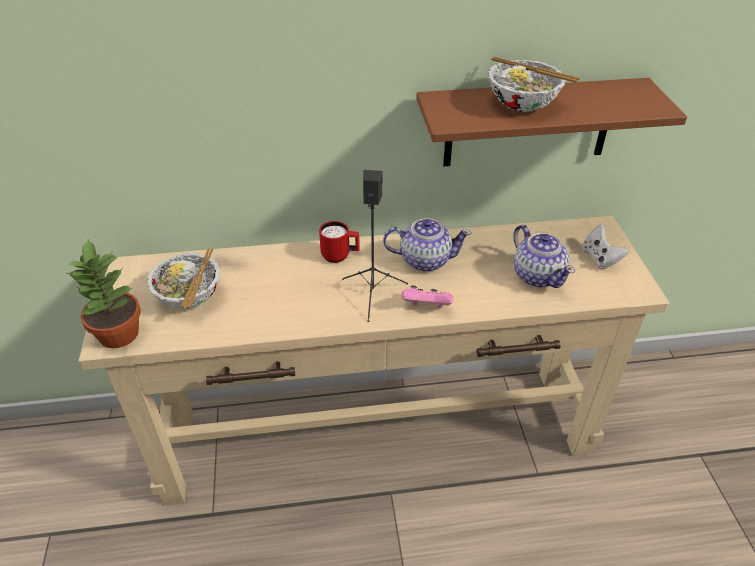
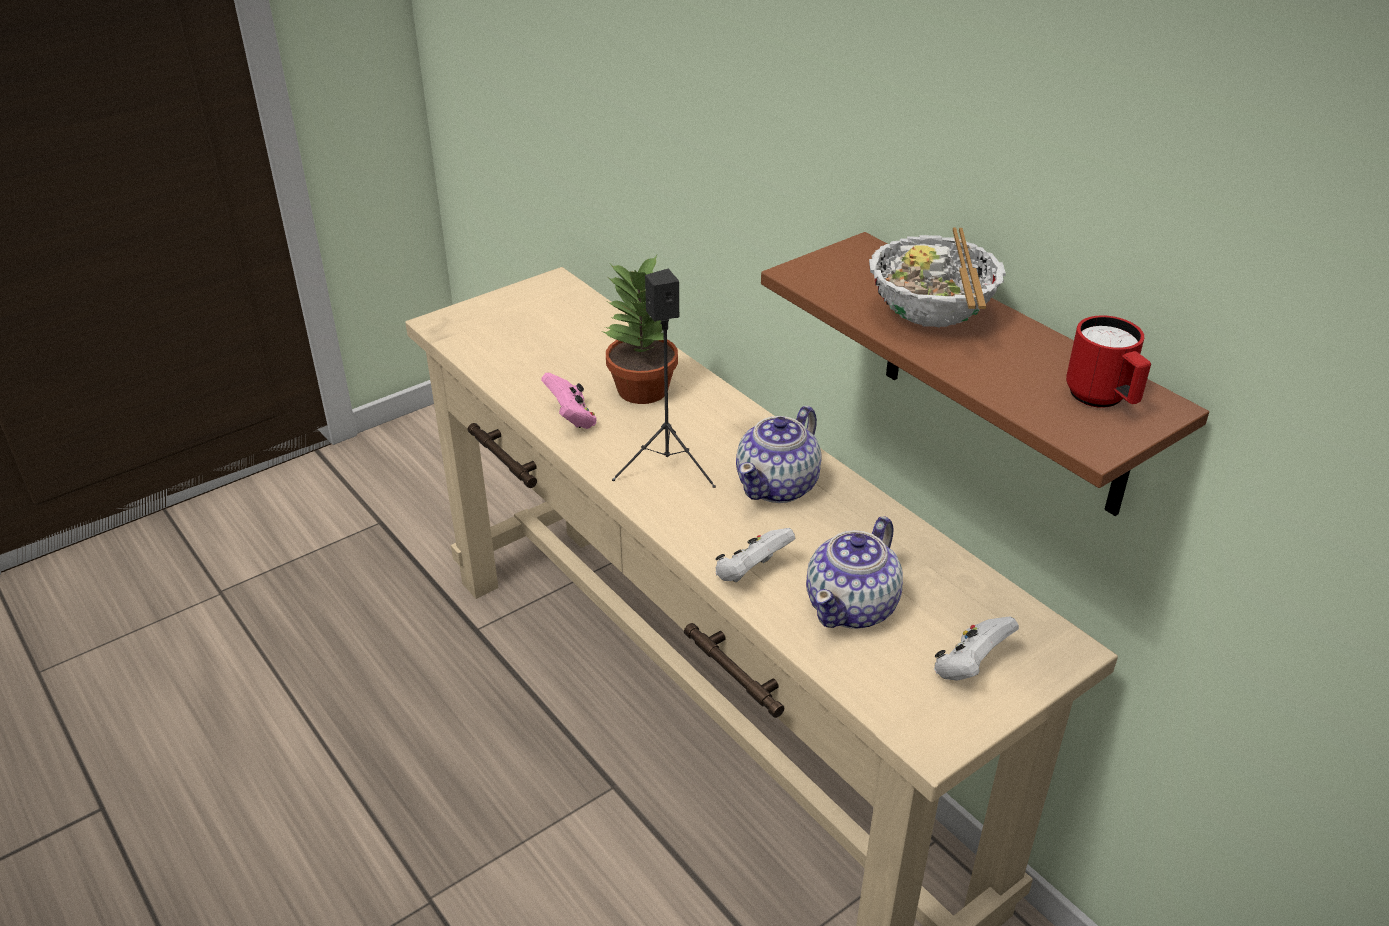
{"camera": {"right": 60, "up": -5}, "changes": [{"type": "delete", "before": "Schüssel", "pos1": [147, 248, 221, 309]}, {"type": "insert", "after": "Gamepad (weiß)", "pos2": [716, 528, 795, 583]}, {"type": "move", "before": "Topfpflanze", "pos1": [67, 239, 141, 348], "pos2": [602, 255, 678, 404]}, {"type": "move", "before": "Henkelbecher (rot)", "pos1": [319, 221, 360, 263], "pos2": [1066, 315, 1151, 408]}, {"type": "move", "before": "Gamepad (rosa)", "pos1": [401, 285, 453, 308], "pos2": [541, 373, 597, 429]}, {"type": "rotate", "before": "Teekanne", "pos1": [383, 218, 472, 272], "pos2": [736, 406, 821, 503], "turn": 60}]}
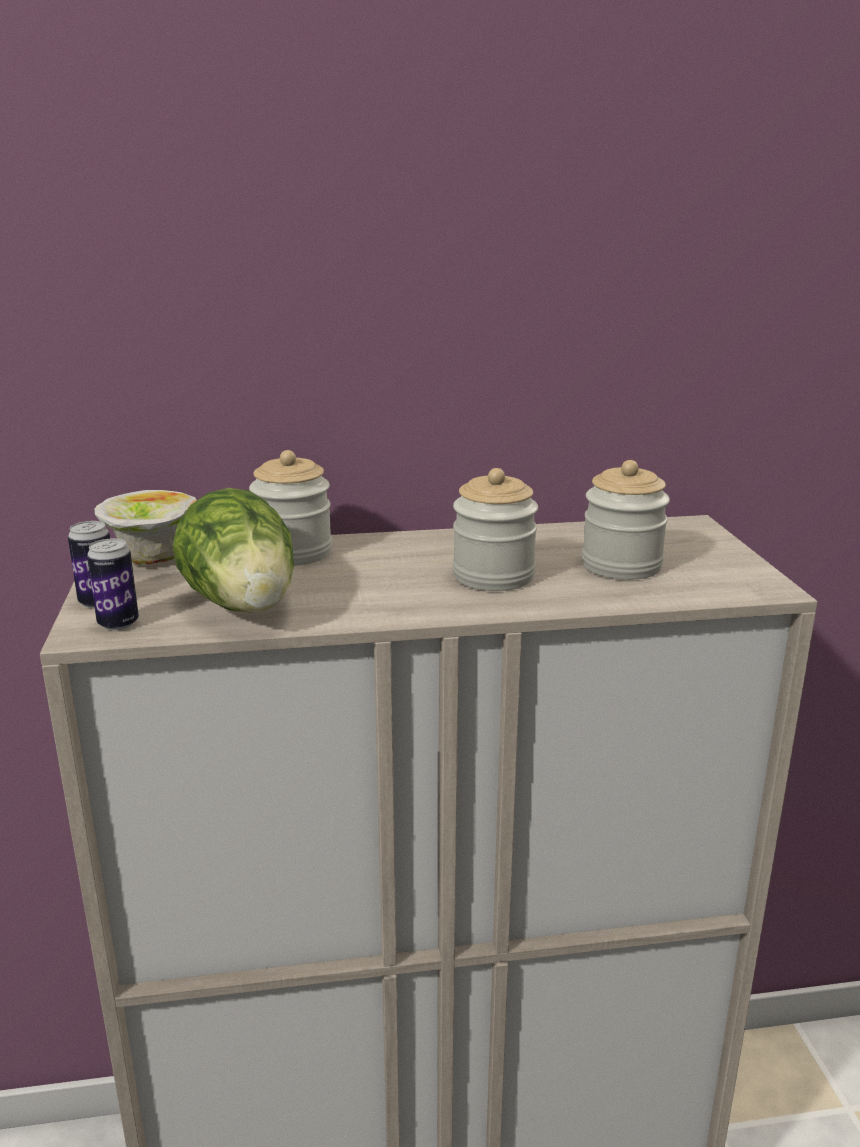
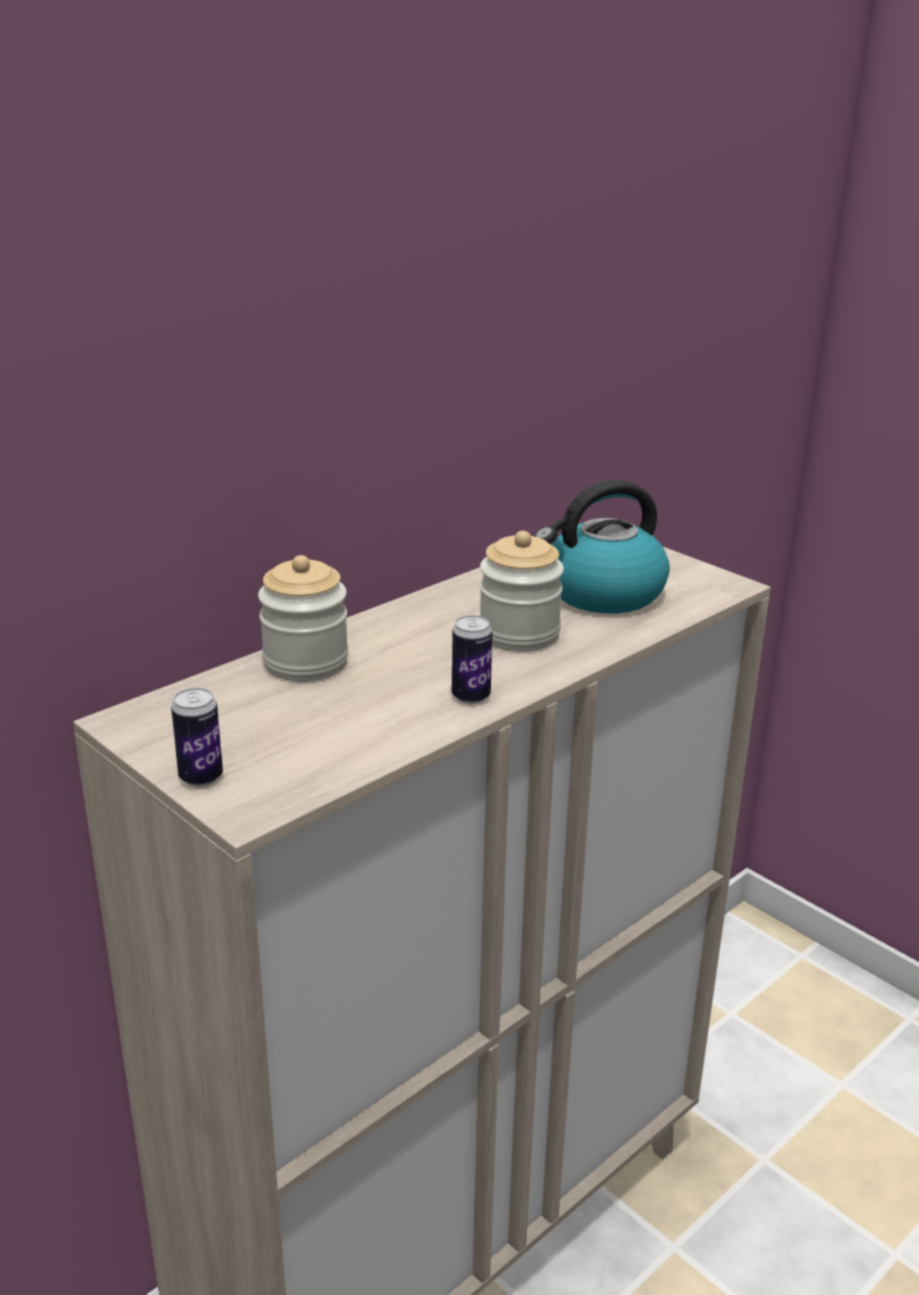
{"camera": {"right": -35, "up": 5}, "changes": [{"type": "delete", "before": "Schüssel", "pos1": [95, 490, 197, 565]}, {"type": "delete", "before": "Salatkopf", "pos1": [172, 488, 294, 612]}, {"type": "move", "before": "Dose", "pos1": [87, 539, 139, 631], "pos2": [452, 615, 492, 704]}, {"type": "replace", "before": "Vorratsglas", "after": "Wasserkessel", "pos1": [582, 460, 670, 580], "pos2": [534, 480, 670, 614]}]}
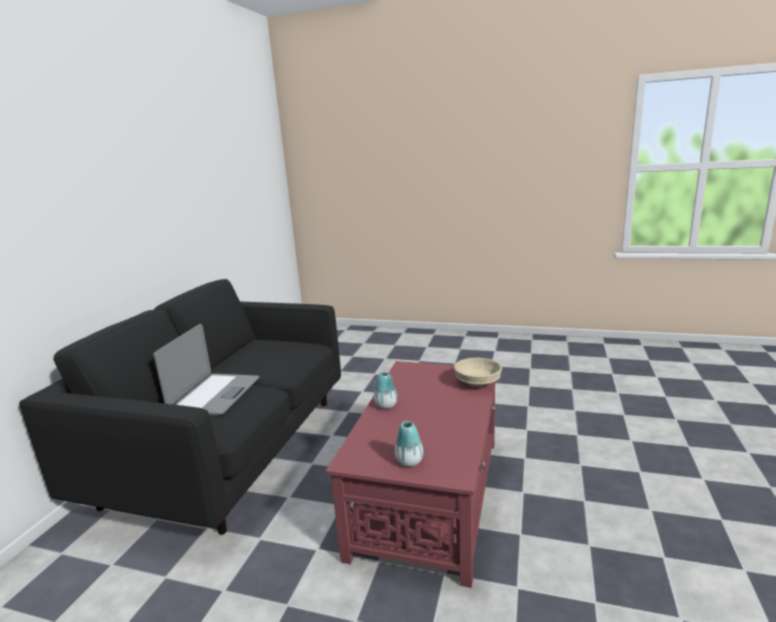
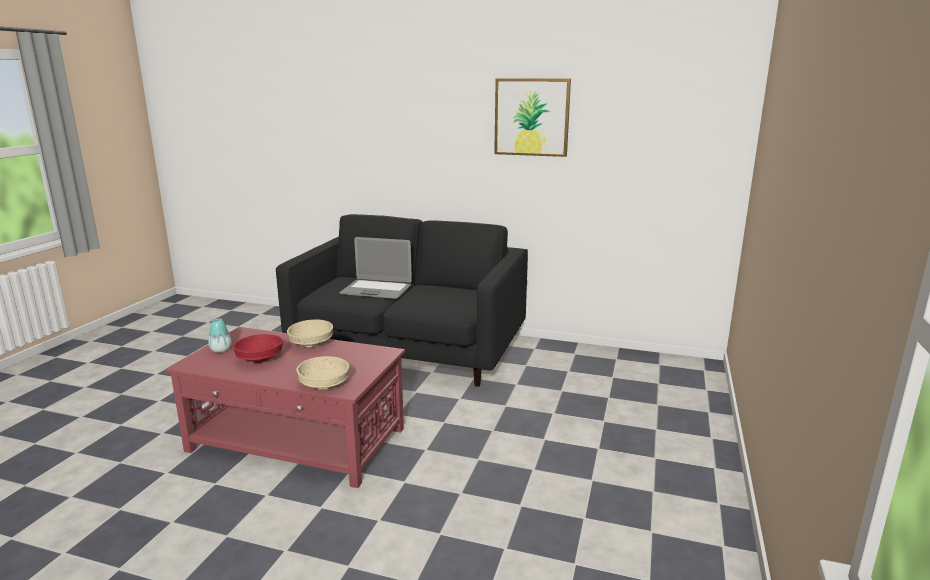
{"camera": {"right": 90, "up": 0}, "changes": [{"type": "insert", "after": "Schüssel (rot)", "pos2": [233, 334, 283, 363]}, {"type": "insert", "after": "Bild", "pos2": [494, 79, 571, 157]}, {"type": "replace", "before": "Vase", "after": "Schüssel (beige)", "pos1": [374, 372, 397, 409], "pos2": [287, 320, 333, 347]}]}
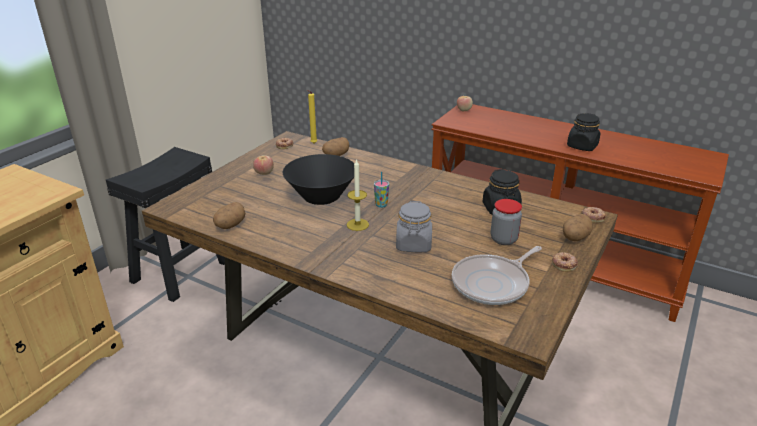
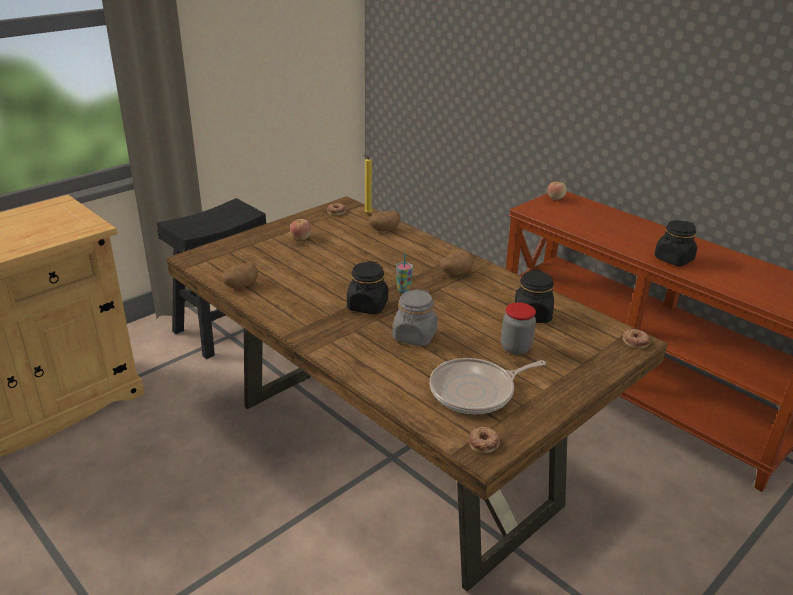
{"camera": {"right": 15, "up": 0}, "changes": [{"type": "delete", "before": "Schüssel (schwarz)", "pos1": [283, 154, 354, 205]}, {"type": "move", "before": "Donut", "pos1": [552, 252, 578, 272], "pos2": [469, 427, 500, 453]}, {"type": "move", "before": "Kartoffel", "pos1": [563, 214, 593, 241], "pos2": [440, 252, 473, 276]}, {"type": "replace", "before": "Kerze", "after": "Vorratsglas (schwarz)", "pos1": [347, 159, 369, 231], "pos2": [347, 261, 388, 314]}]}
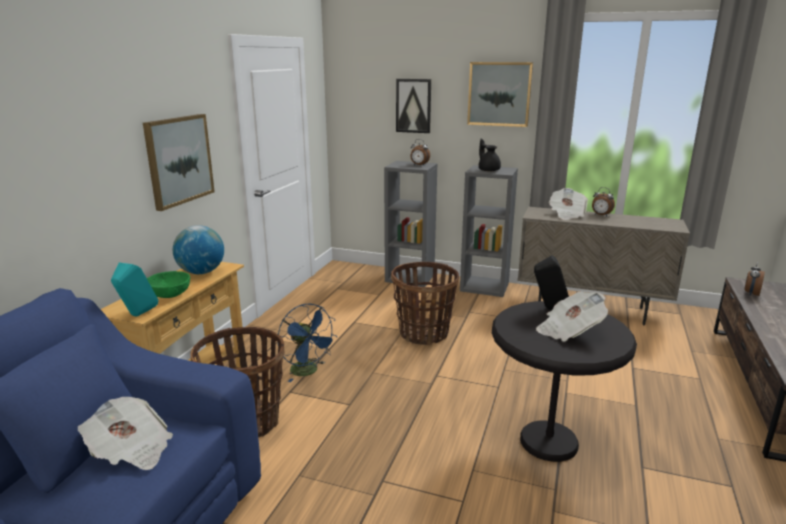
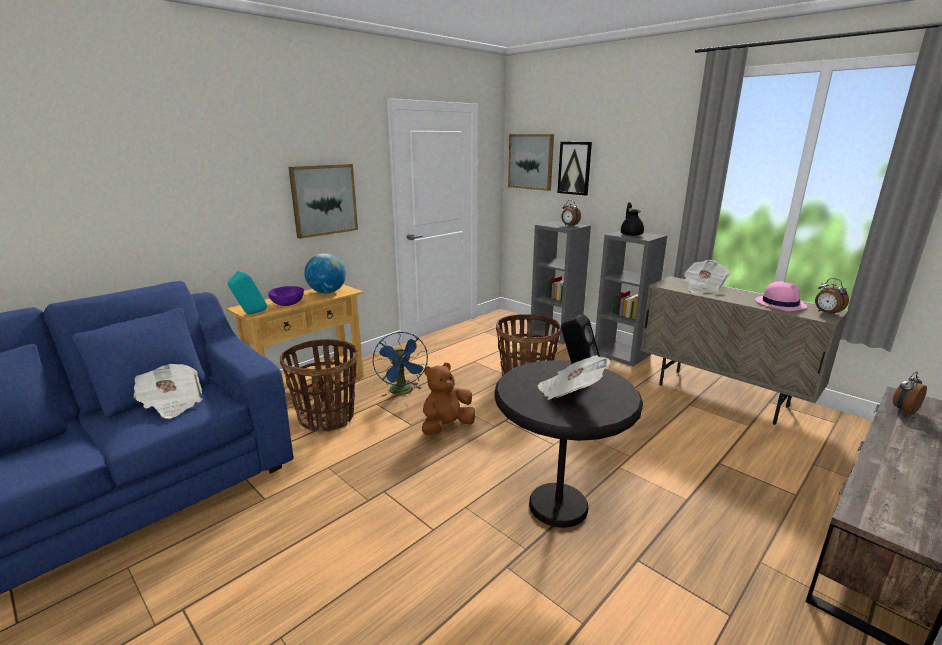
{"camera": {"right": 25, "up": 0}, "changes": [{"type": "insert", "after": "Plüschtier (braun)", "pos2": [422, 363, 475, 435]}, {"type": "insert", "after": "Hut (rosa)", "pos2": [755, 281, 807, 311]}, {"type": "move", "before": "Bild", "pos1": [467, 62, 533, 127], "pos2": [508, 134, 554, 191]}, {"type": "move", "before": "Wecker", "pos1": [592, 187, 615, 216], "pos2": [815, 278, 849, 316]}, {"type": "recolor", "before": "Schüssel (grün)", "after": "Schüssel (lila)", "pos1": [147, 271, 190, 298], "pos2": [268, 286, 304, 306]}]}
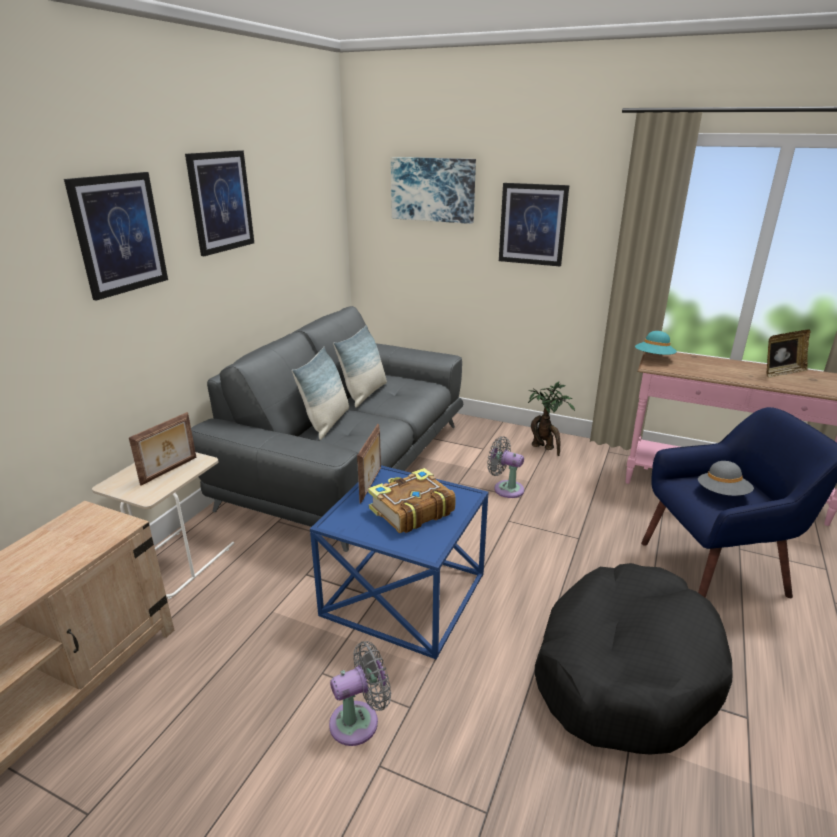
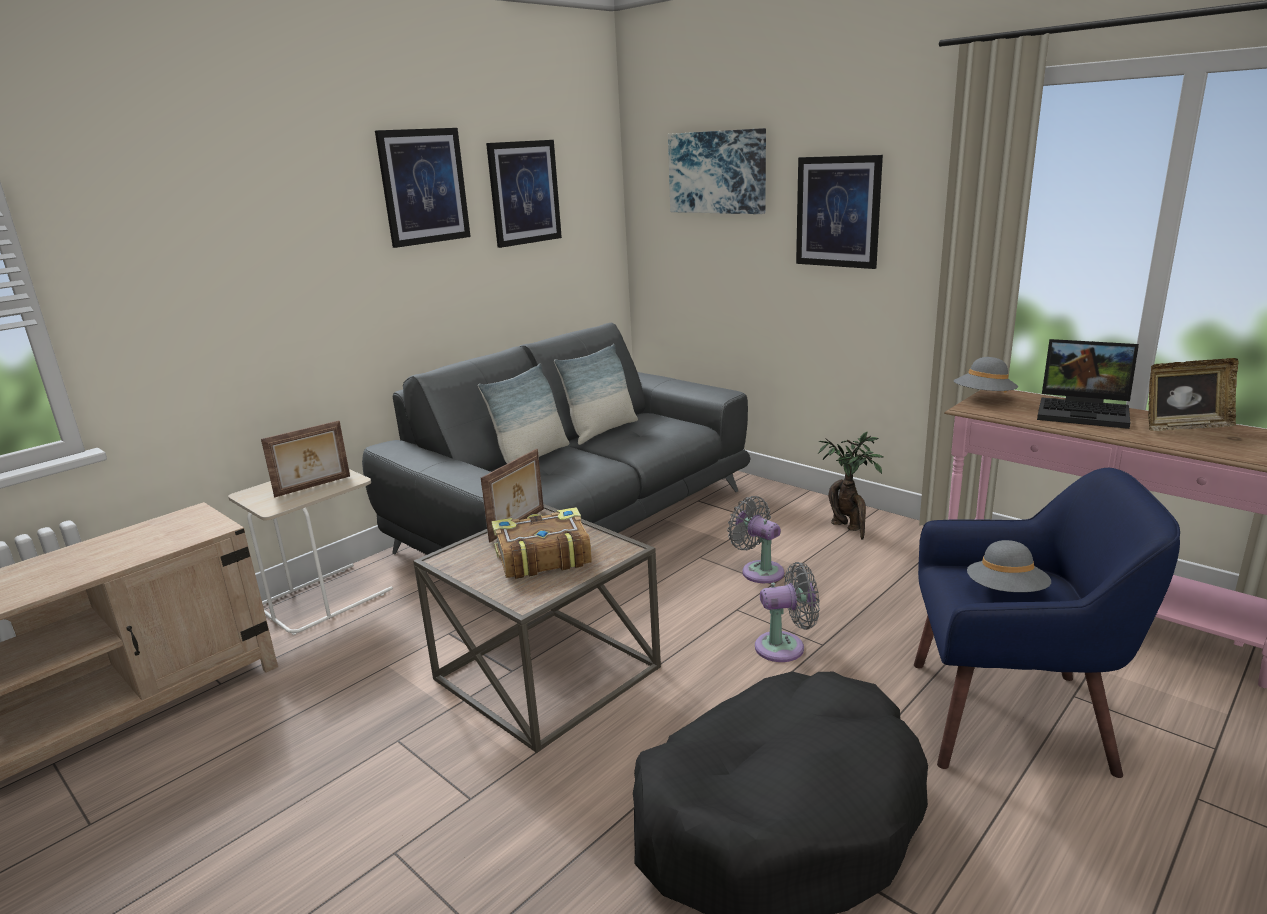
{"camera": {"right": 20, "up": -5}, "changes": [{"type": "insert", "after": "Laptop", "pos2": [1037, 339, 1139, 429]}, {"type": "move", "before": "Bild", "pos1": [64, 172, 168, 301], "pos2": [486, 140, 562, 248]}, {"type": "move", "before": "Ventilator (grau)", "pos1": [329, 641, 391, 746], "pos2": [755, 562, 820, 662]}, {"type": "recolor", "before": "Beistelltisch (blau)", "after": "Beistelltisch (braun)", "pos1": [310, 465, 488, 660], "pos2": [413, 504, 661, 753]}, {"type": "recolor", "before": "Hut (türkis)", "after": "Hut (grau)", "pos1": [635, 331, 677, 355], "pos2": [954, 357, 1018, 393]}]}
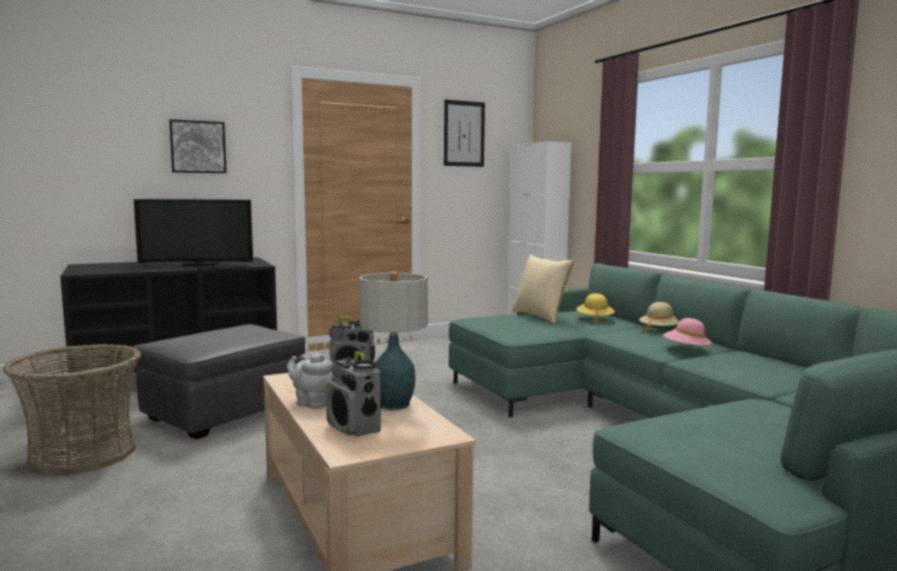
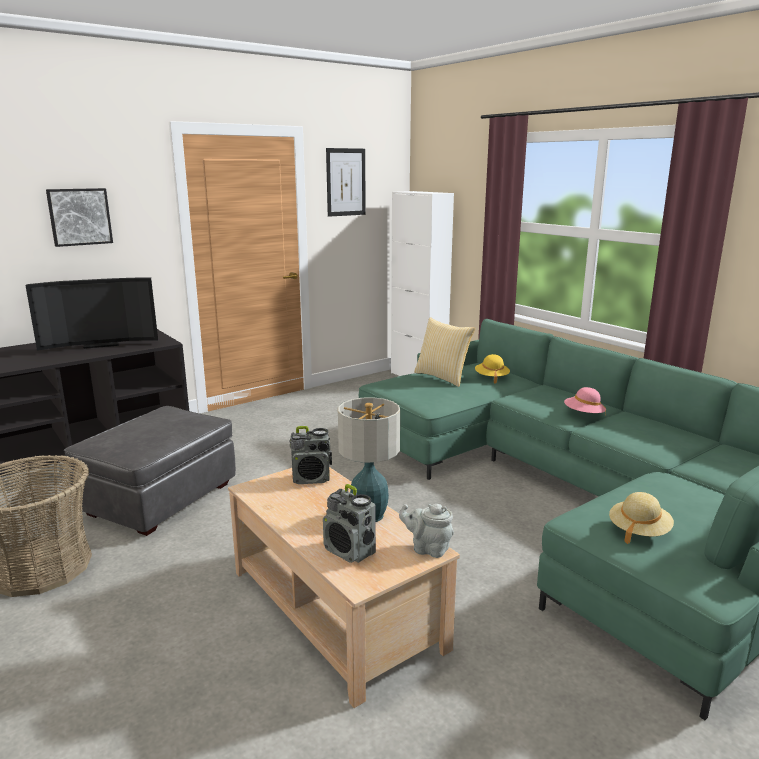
{"camera": {"right": -10, "up": 10}, "changes": [{"type": "move", "before": "Teekanne (grau)", "pos1": [287, 353, 334, 409], "pos2": [399, 504, 454, 558]}, {"type": "move", "before": "Hut (beige)", "pos1": [639, 302, 679, 333], "pos2": [609, 492, 674, 544]}]}
